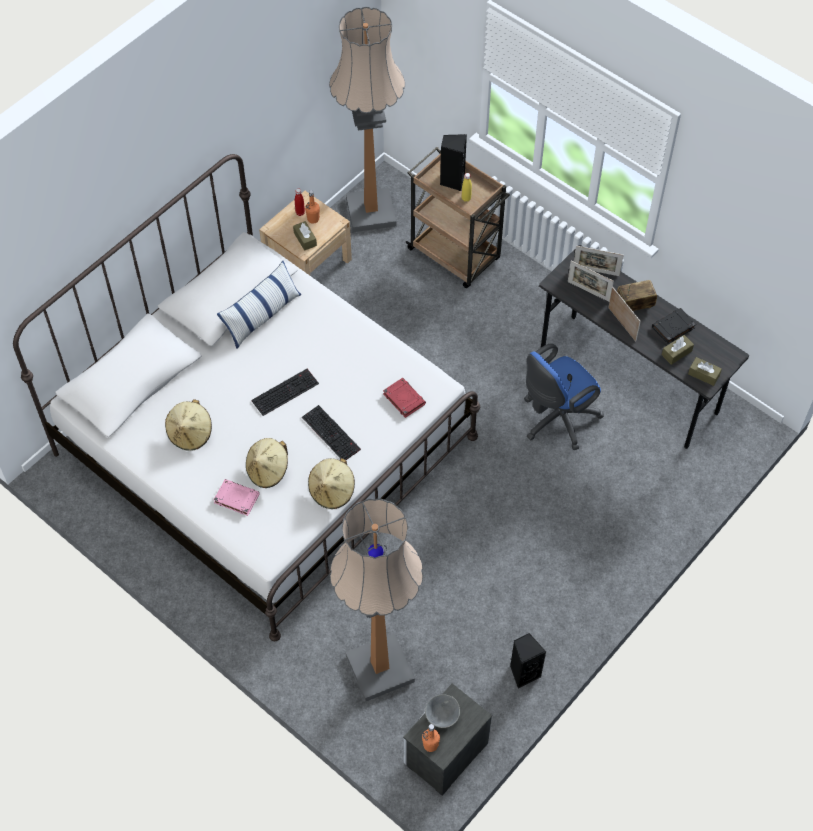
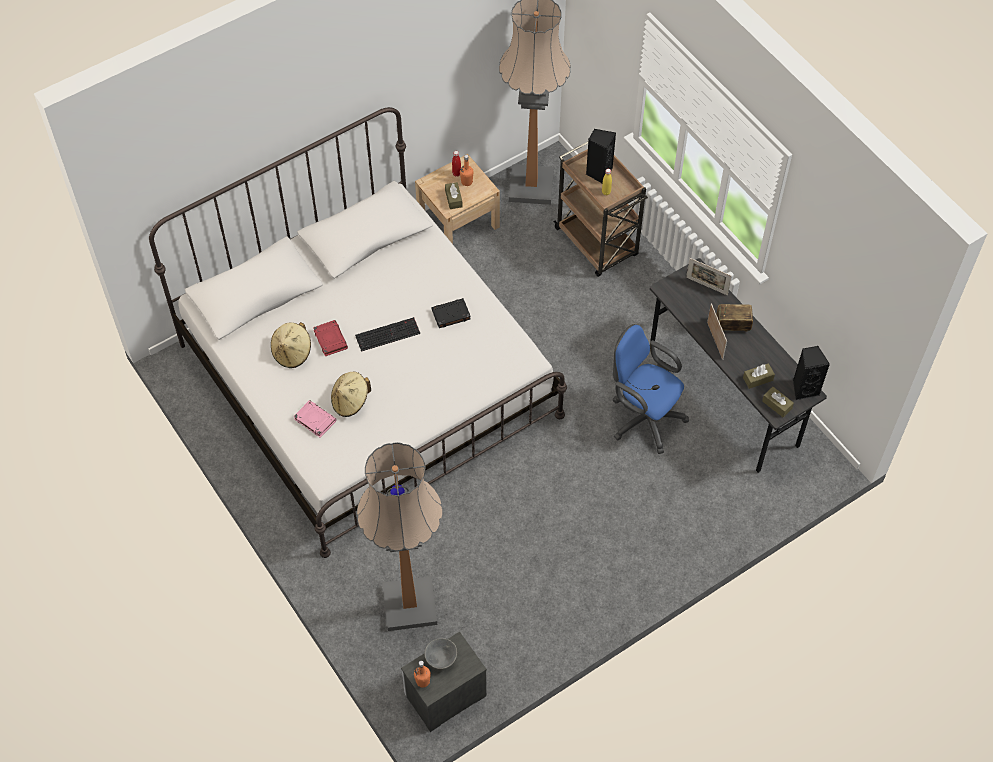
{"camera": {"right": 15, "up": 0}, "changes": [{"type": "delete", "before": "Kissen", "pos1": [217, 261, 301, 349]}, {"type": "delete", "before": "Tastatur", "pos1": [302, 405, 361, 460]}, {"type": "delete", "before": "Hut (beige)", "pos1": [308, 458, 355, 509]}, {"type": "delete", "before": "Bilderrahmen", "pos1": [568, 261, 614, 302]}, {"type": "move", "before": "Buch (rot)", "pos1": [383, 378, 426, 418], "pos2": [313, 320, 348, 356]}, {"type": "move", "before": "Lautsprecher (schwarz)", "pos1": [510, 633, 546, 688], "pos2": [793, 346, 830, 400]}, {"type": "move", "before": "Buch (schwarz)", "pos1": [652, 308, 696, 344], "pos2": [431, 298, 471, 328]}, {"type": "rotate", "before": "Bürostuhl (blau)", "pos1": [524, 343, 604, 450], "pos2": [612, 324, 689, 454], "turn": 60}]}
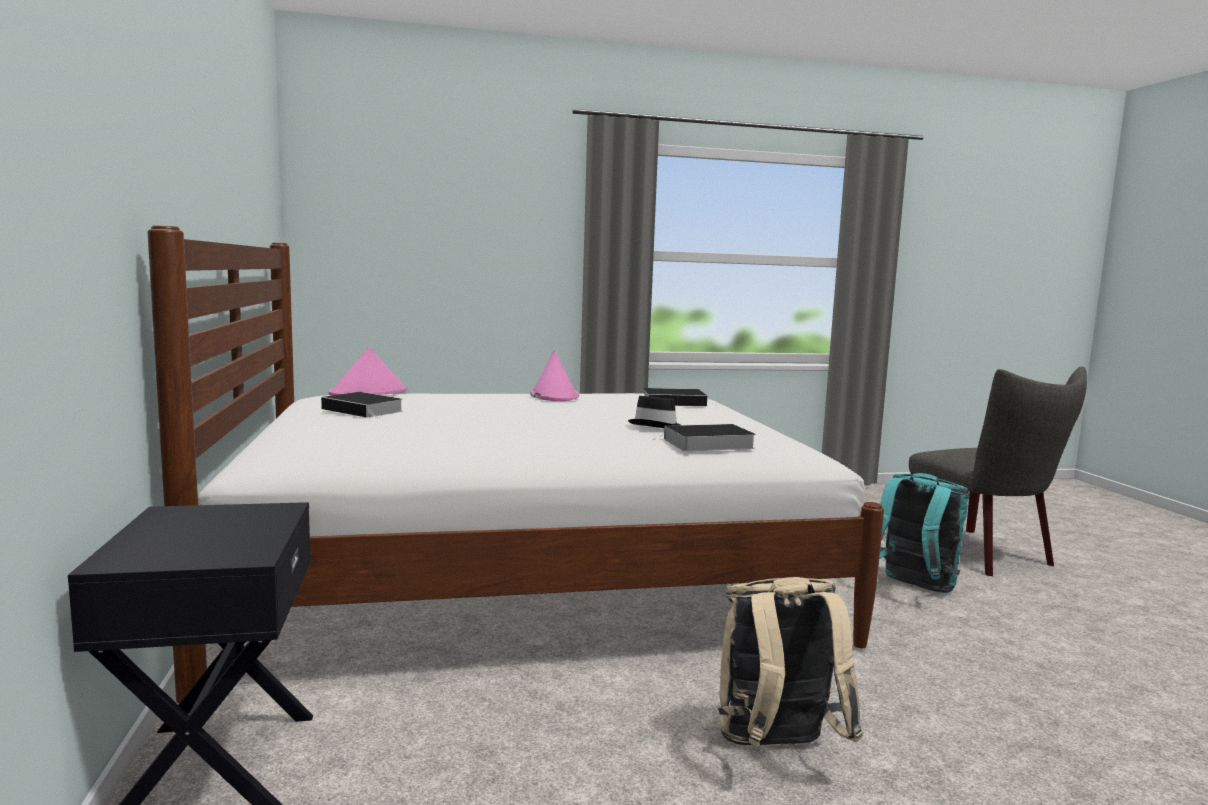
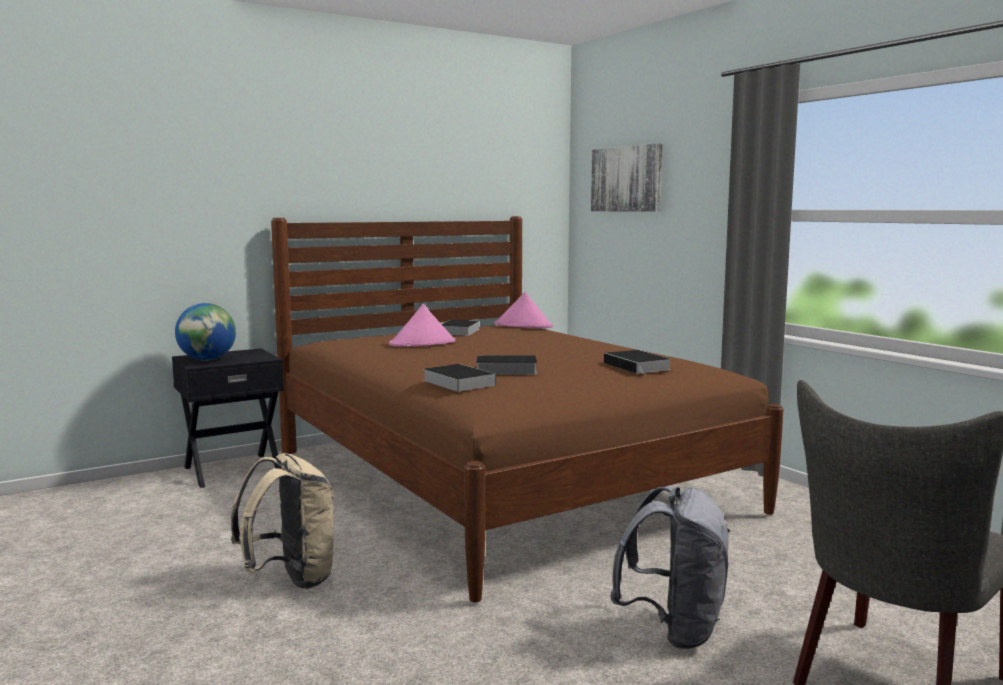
{"camera": {"right": 70, "up": 0}, "changes": [{"type": "insert", "after": "Globus", "pos2": [175, 303, 236, 361]}, {"type": "insert", "after": "Bild", "pos2": [591, 143, 663, 212]}, {"type": "move", "before": "Hut (rosa)", "pos1": [530, 350, 579, 401], "pos2": [389, 304, 455, 347]}, {"type": "replace", "before": "Hut (schwarz)", "after": "Buch", "pos1": [628, 396, 680, 428], "pos2": [476, 355, 537, 374]}, {"type": "recolor", "before": "Bett (weiß)", "after": "Bett (braun)", "pos1": [147, 225, 884, 704], "pos2": [271, 216, 783, 603]}, {"type": "recolor", "before": "Rucksack (türkis)", "after": "Rucksack (grau)", "pos1": [879, 473, 969, 593], "pos2": [610, 486, 731, 649]}]}
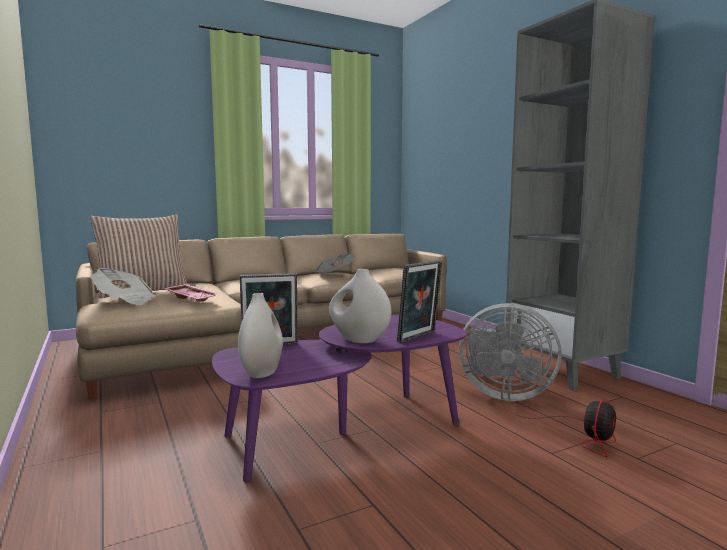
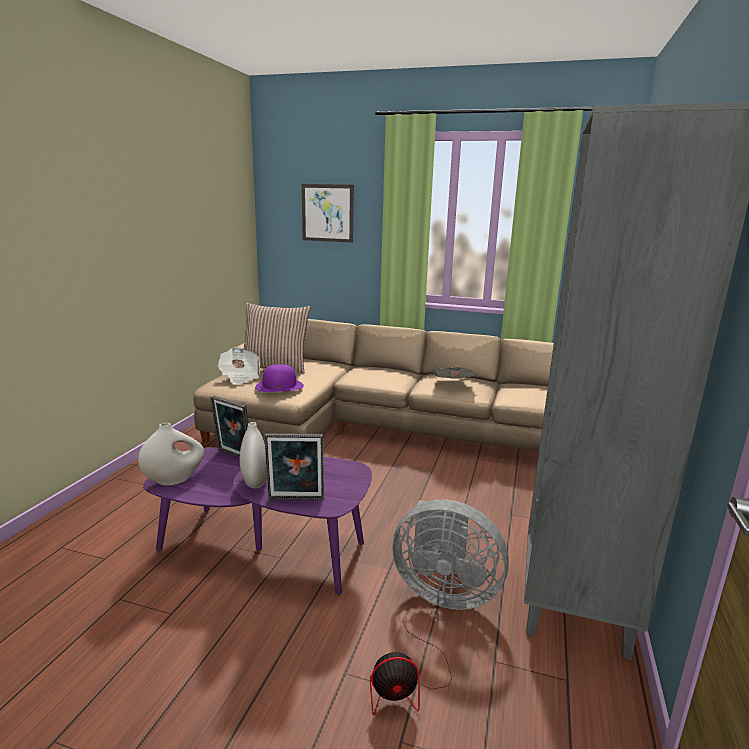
{"camera": {"right": 45, "up": 10}, "changes": [{"type": "insert", "after": "Bild", "pos2": [302, 184, 354, 243]}, {"type": "replace", "before": "Tablett (rosa)", "after": "Hut (lila)", "pos1": [163, 284, 220, 302], "pos2": [255, 364, 304, 392]}, {"type": "rotate", "before": "Ventilator (grau)", "pos1": [459, 303, 562, 401], "pos2": [392, 499, 509, 610], "turn": -45}]}
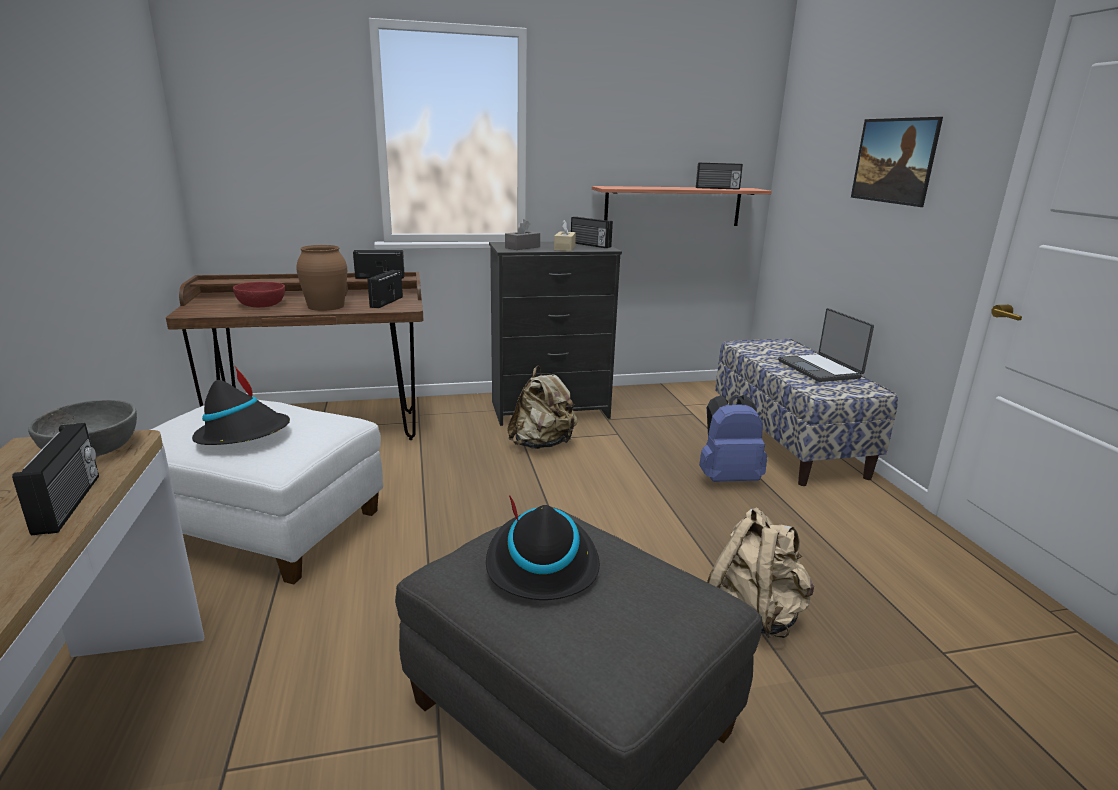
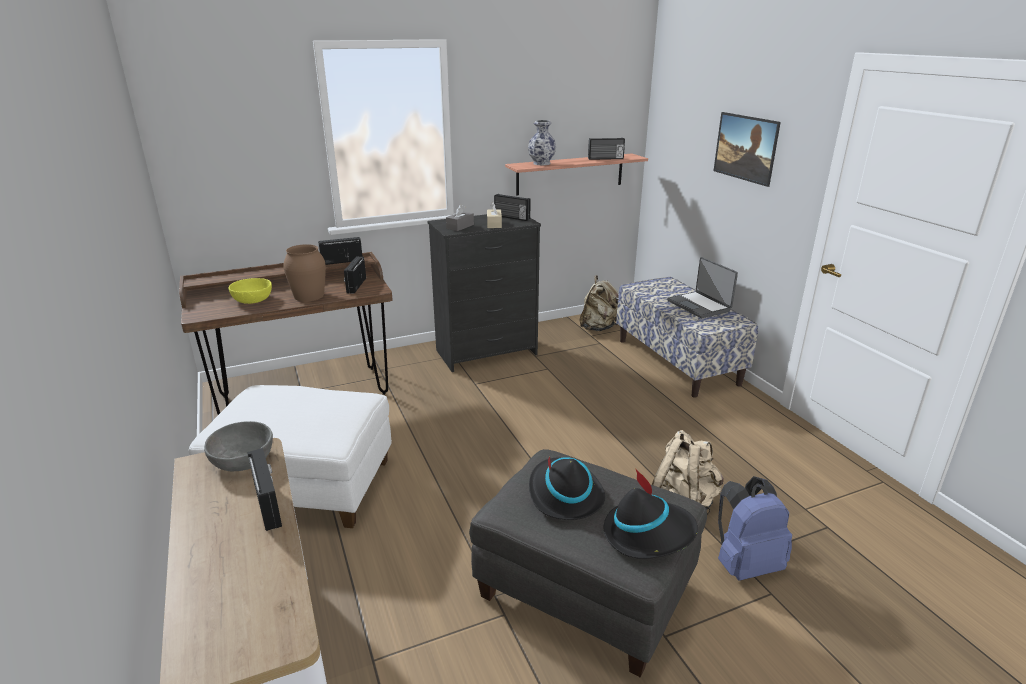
{"camera": {"right": -10, "up": 5}, "changes": [{"type": "insert", "after": "Vase", "pos2": [528, 120, 556, 166]}, {"type": "move", "before": "Hut (schwarz)", "pos1": [192, 366, 290, 445], "pos2": [604, 468, 698, 559]}, {"type": "move", "before": "Rucksack (beige)", "pos1": [507, 366, 578, 449], "pos2": [579, 275, 618, 331]}, {"type": "move", "before": "Rucksack (blau)", "pos1": [699, 395, 767, 482], "pos2": [718, 476, 792, 581]}, {"type": "recolor", "before": "Schüssel (rot)", "after": "Schüssel (gelb)", "pos1": [233, 282, 285, 307], "pos2": [228, 278, 272, 304]}]}
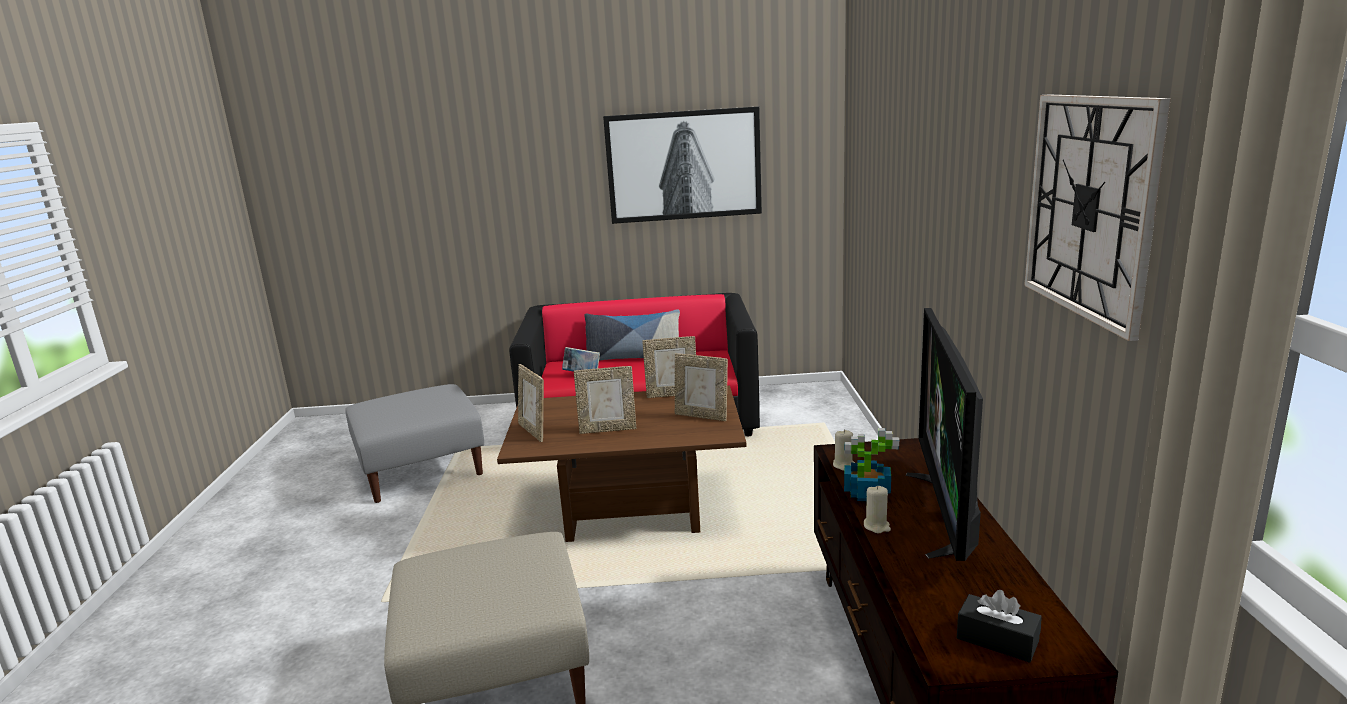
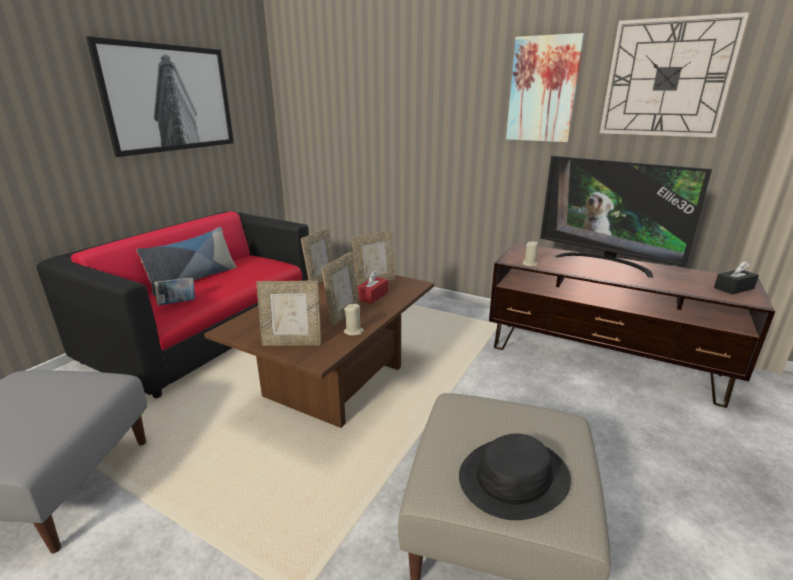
{"camera": {"right": -60, "up": 5}, "changes": [{"type": "delete", "before": "Topfpflanze", "pos1": [844, 428, 899, 501]}, {"type": "insert", "after": "Taschentuchbox (rot)", "pos2": [357, 270, 388, 304]}, {"type": "insert", "after": "Hut (schwarz)", "pos2": [459, 434, 571, 520]}, {"type": "insert", "after": "Bild", "pos2": [506, 33, 584, 142]}, {"type": "move", "before": "Kerze (beige)", "pos1": [864, 486, 891, 533], "pos2": [344, 304, 364, 336]}]}
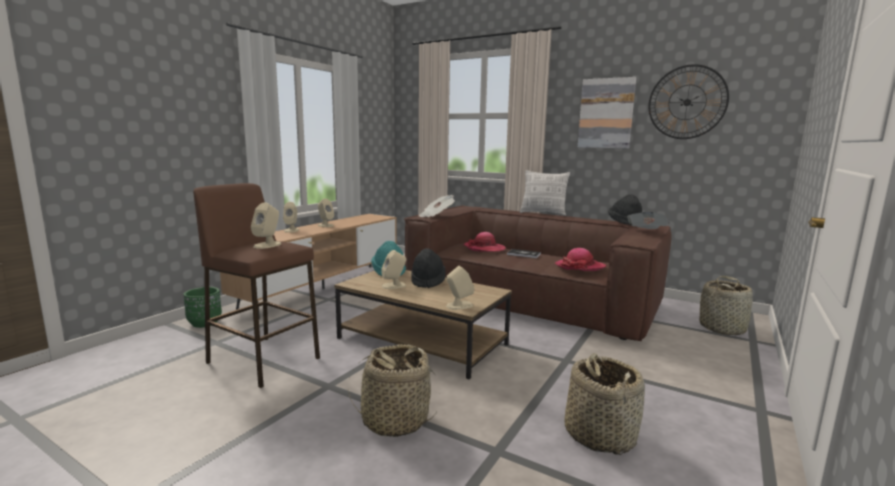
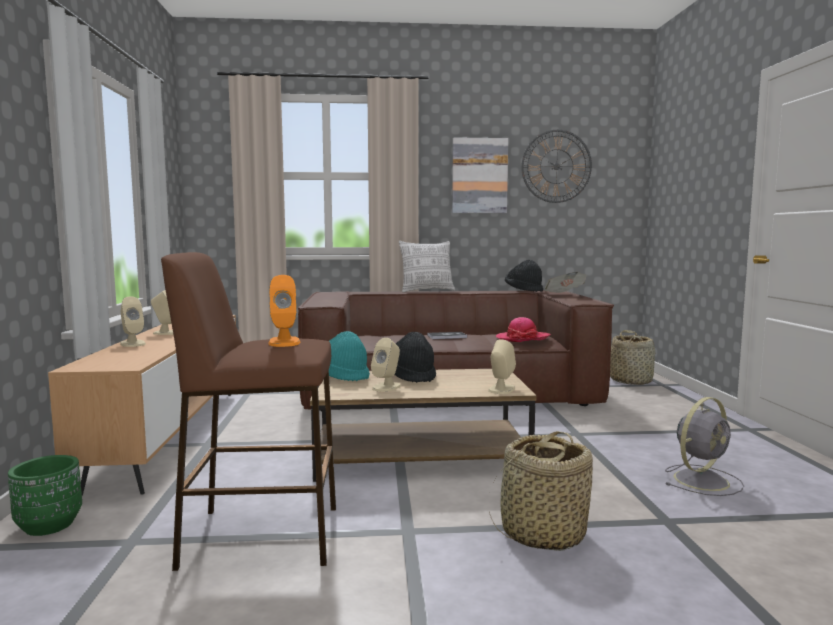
{"camera": {"right": -35, "up": -5}, "changes": [{"type": "delete", "before": "Zeitung", "pos1": [418, 195, 455, 217]}, {"type": "delete", "before": "Hut", "pos1": [464, 232, 506, 252]}, {"type": "replace", "before": "Korb", "after": "Ventilator (grau)", "pos1": [564, 353, 645, 455], "pos2": [665, 397, 744, 496]}, {"type": "recolor", "before": "Lautsprecher (beige)", "after": "Lautsprecher (orange)", "pos1": [251, 202, 281, 249], "pos2": [268, 275, 300, 347]}]}
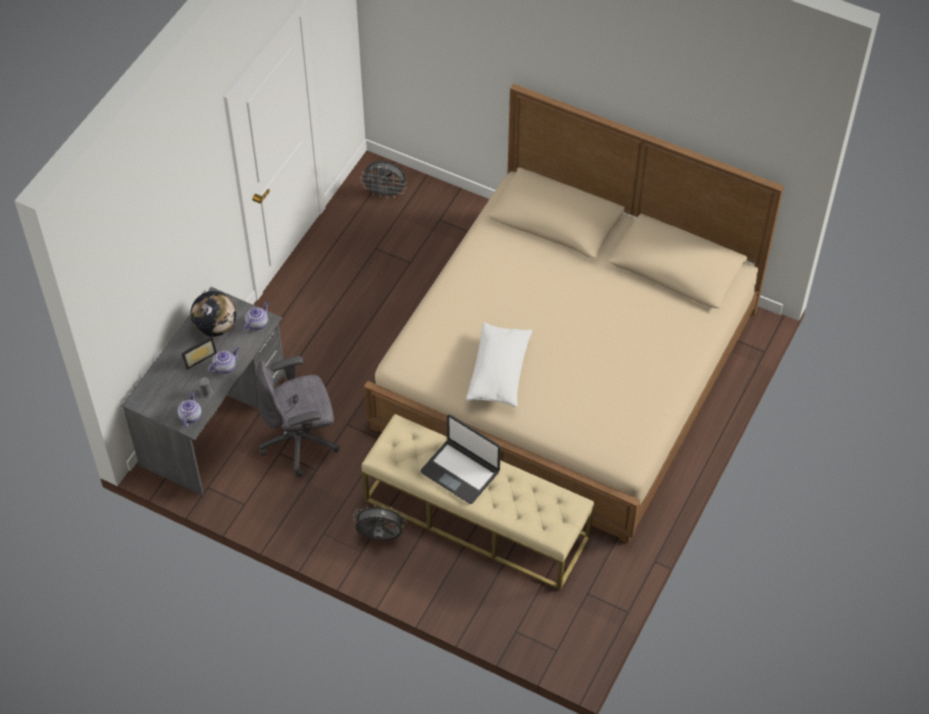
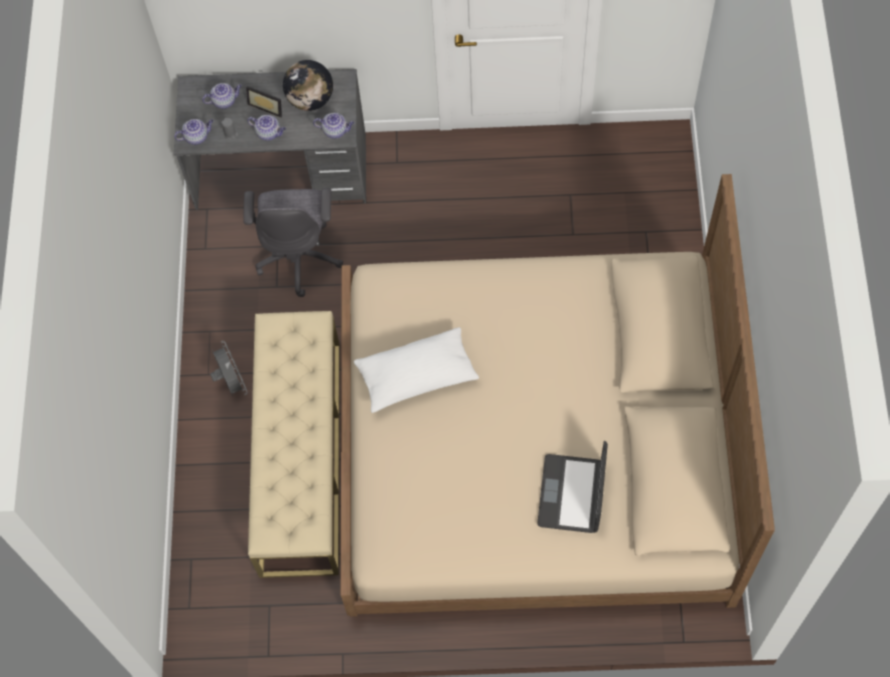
{"camera": {"right": 65, "up": 10}, "changes": [{"type": "delete", "before": "Ventilator (grau)", "pos1": [360, 161, 407, 199]}, {"type": "insert", "after": "Teekanne", "pos2": [202, 83, 242, 109]}, {"type": "move", "before": "Laptop", "pos1": [420, 414, 501, 504], "pos2": [537, 441, 608, 533]}, {"type": "rotate", "before": "Bürostuhl (grau)", "pos1": [257, 356, 340, 477], "pos2": [243, 188, 343, 297], "turn": -135}]}
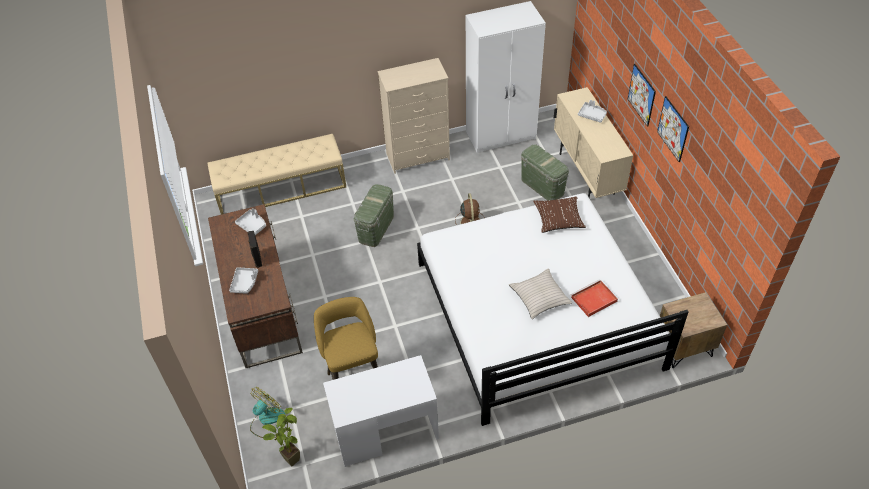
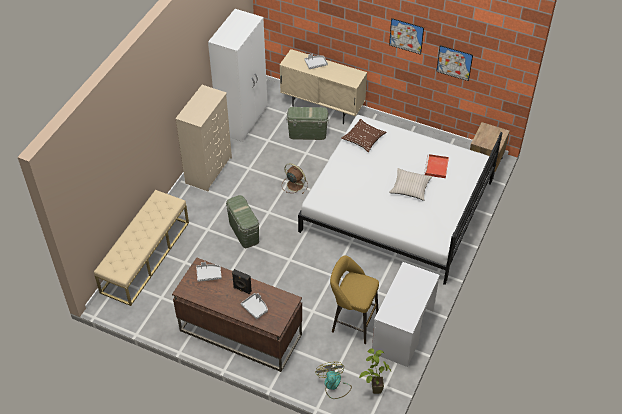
{"camera": {"right": -50, "up": 0}, "changes": [{"type": "move", "before": "Bild", "pos1": [628, 64, 656, 127], "pos2": [436, 45, 473, 81]}]}
